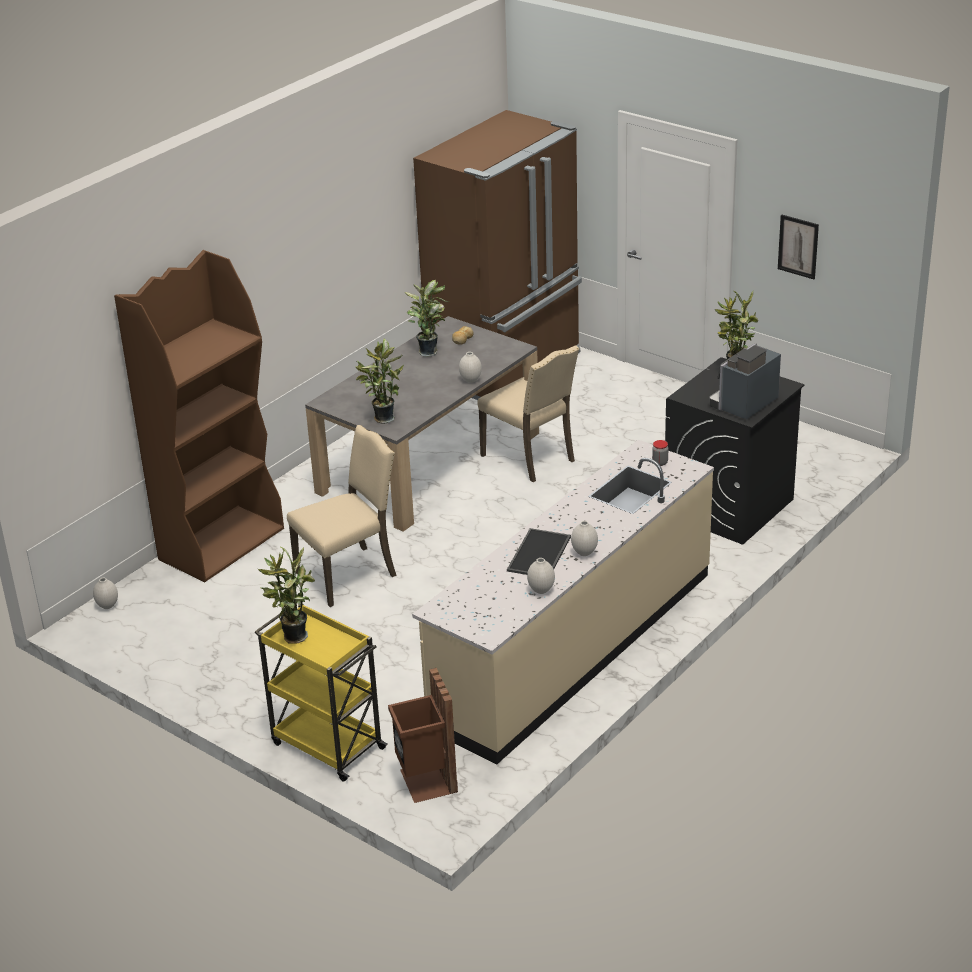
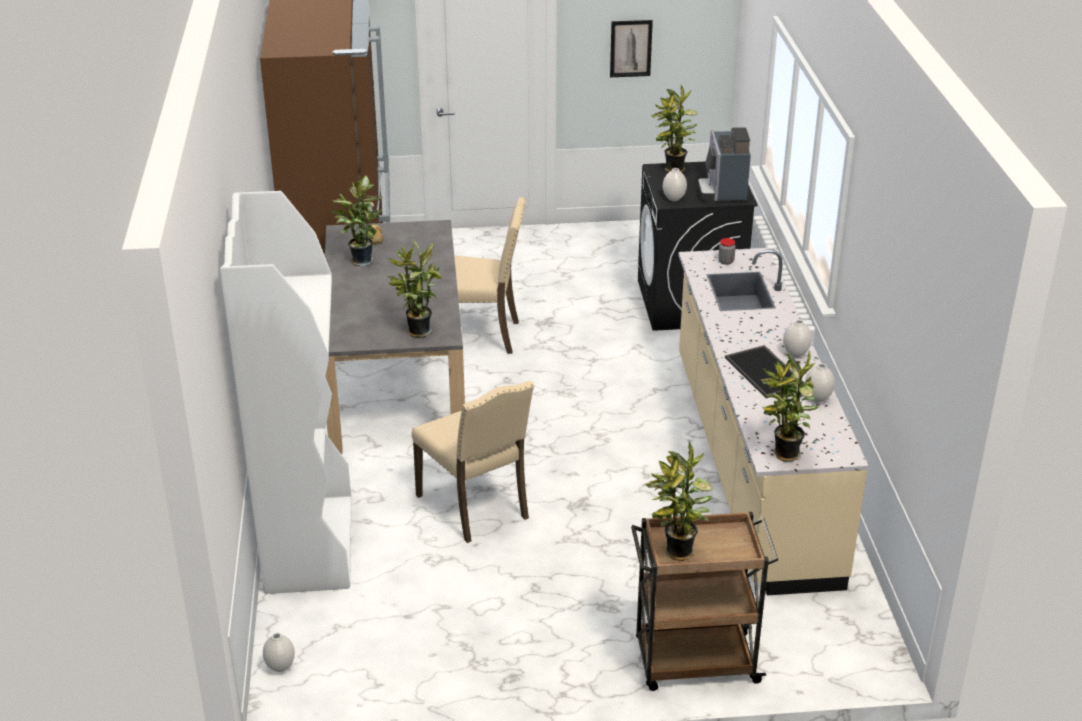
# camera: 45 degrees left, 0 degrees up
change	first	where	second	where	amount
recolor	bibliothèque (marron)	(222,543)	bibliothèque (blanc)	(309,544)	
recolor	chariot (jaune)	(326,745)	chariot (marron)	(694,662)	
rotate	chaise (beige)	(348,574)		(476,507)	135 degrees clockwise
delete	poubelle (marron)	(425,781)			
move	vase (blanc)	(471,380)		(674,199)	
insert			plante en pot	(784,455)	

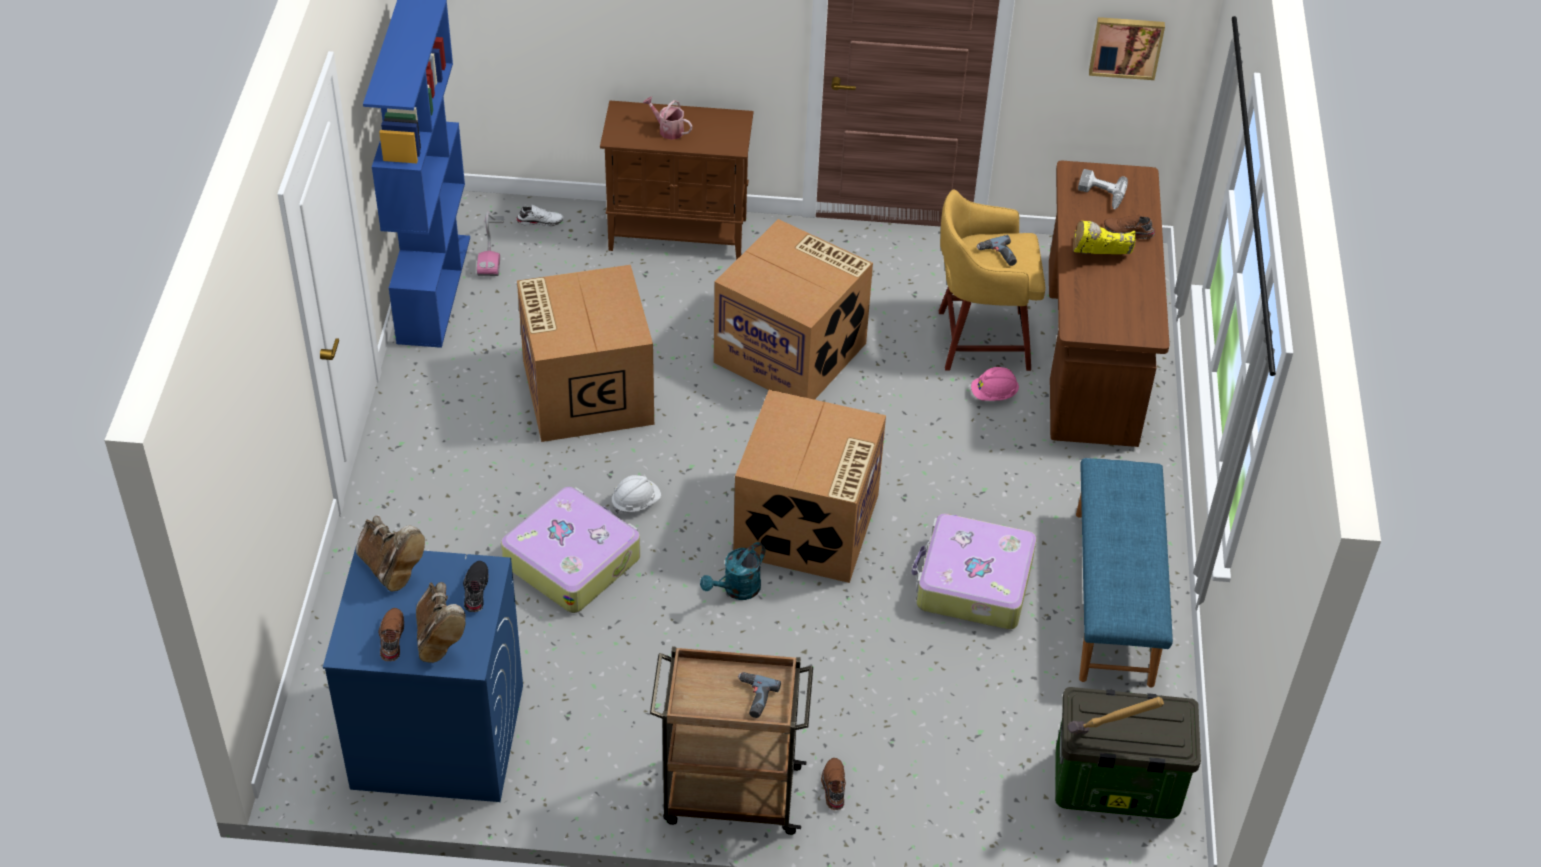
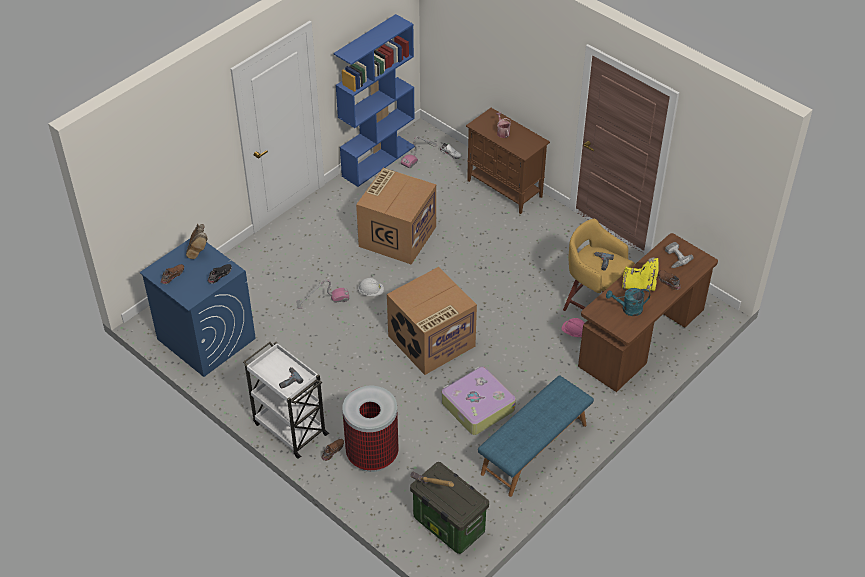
# camera: 40 degrees right, 0 degrees up
change	first	where	second	where	amount
delete	botte (marron)	(438,639)			
replace	valise	(572,560)	aspirateur	(322,301)	
recolor	chariot (marron)	(729,795)	chariot (blanc)	(289,428)	
move	arrosoir (turquoise)	(736,590)		(628,309)	
delete	carton	(792,352)			
rotate	botte (jaune)	(1098,258)		(640,286)	150 degrees clockwise
delete	tableau	(1126,46)			
insert			poubelle	(372,455)	

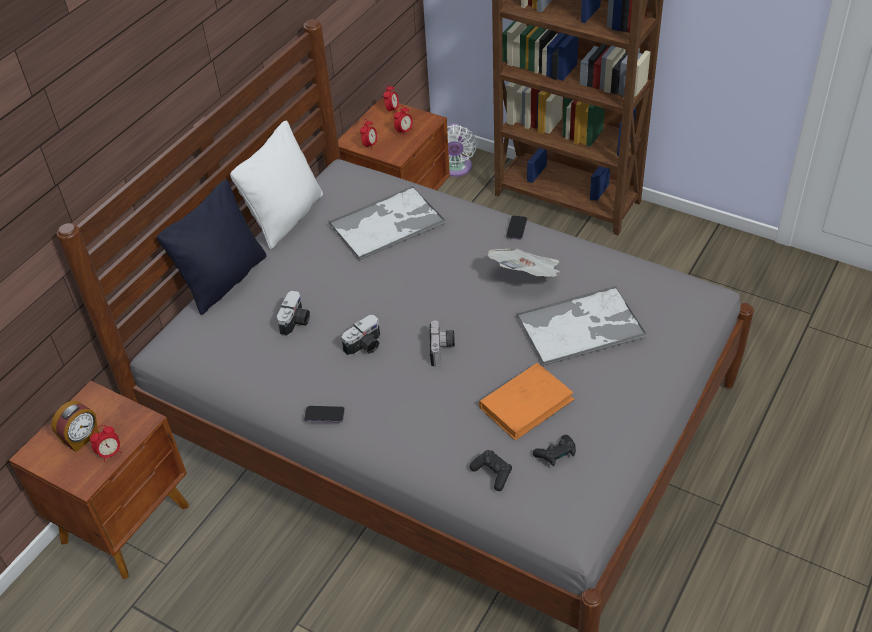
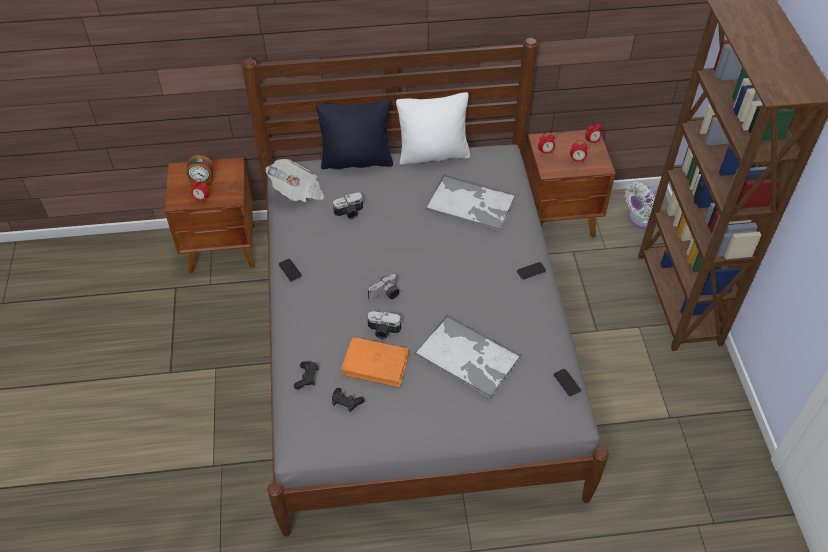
# camera: 50 degrees right, 5 degrees up
change	first	where	second	where	amount
move	appareil photo	(365,346)		(383,331)	
move	journal	(527,276)		(297,192)	
insert			téléphone	(566,383)	

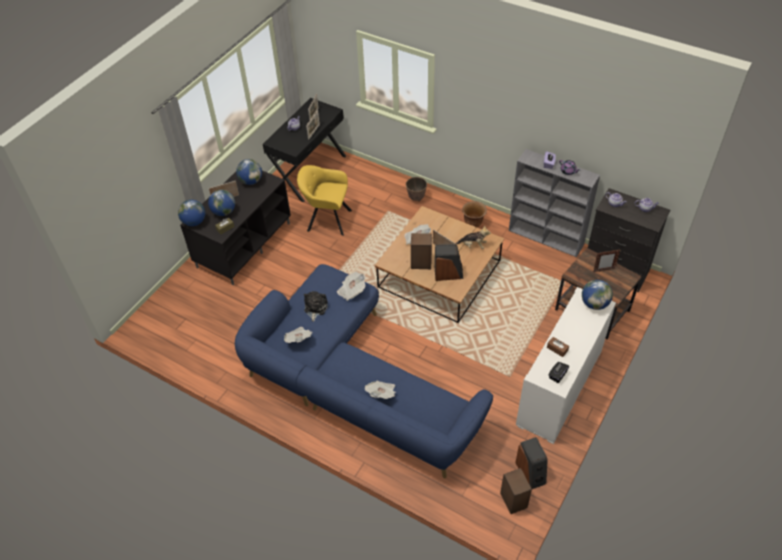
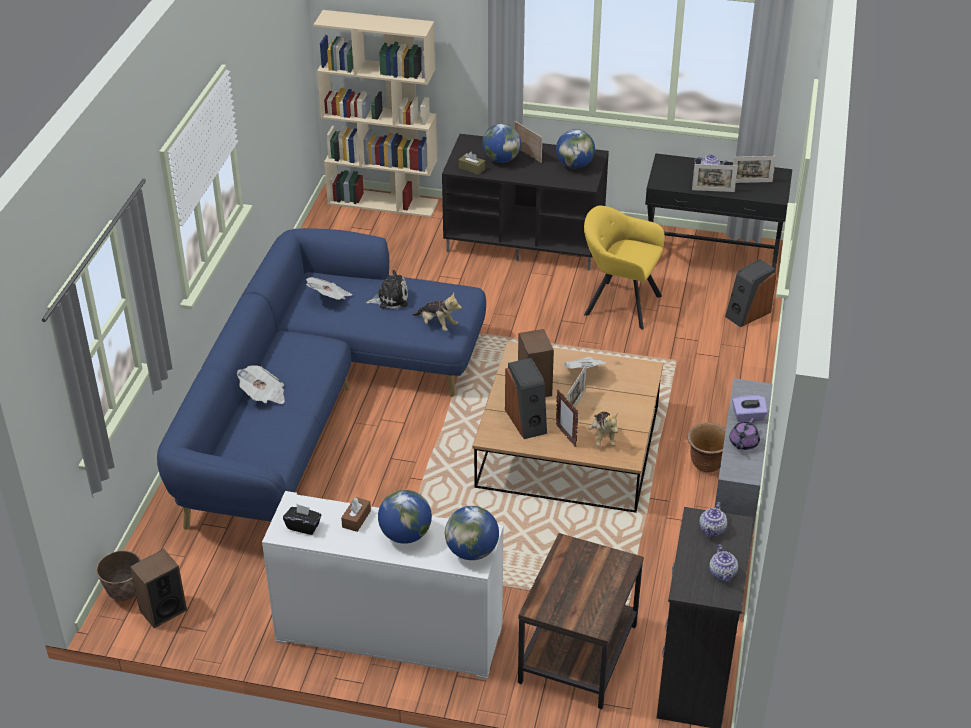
# camera: 70 degrees right, 10 degrees down
change	first	where	second	where	amount
move	globe	(194,222)		(405,535)	
rotate	fauteuil (jaune)	(327,219)		(619,303)	60 degrees counterclockwise
replace	journal	(351,291)	peluche	(437,324)	
move	cache-pot	(416,198)		(125,594)	
move	enceinte	(531,472)		(747,313)	
move	cadre photo	(603,270)		(566,436)	
insert			bibliothèque (beige)	(383,202)	

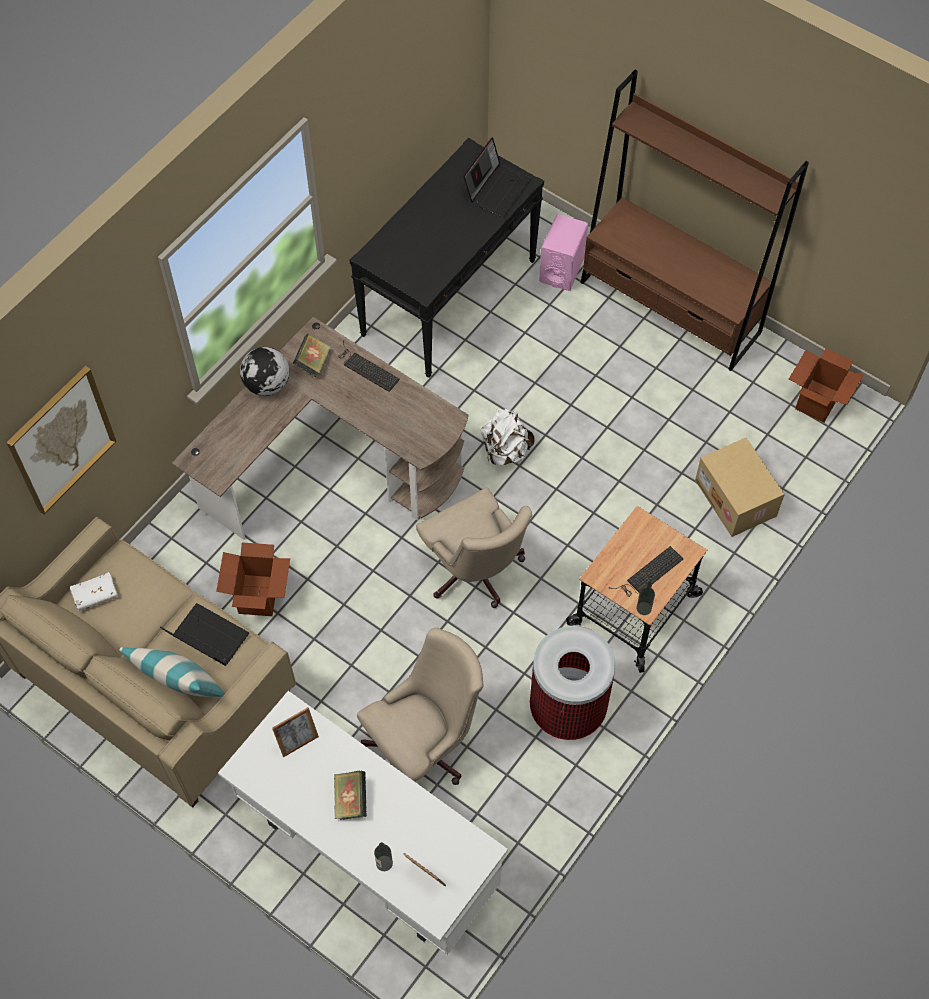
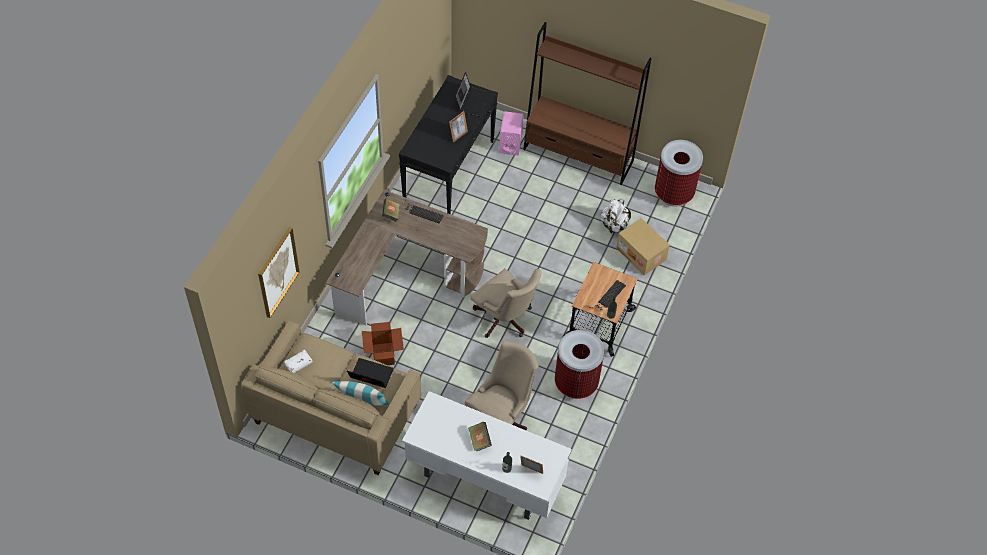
# camera: 15 degrees left, 5 degrees down
change	first	where	second	where	amount
delete	globe	(267,385)			
move	cadre photo	(298,742)		(458,135)	
move	sac à dos (blanc)	(505,451)		(614,225)	
replace	carton	(817,401)	poubelle	(674,193)	

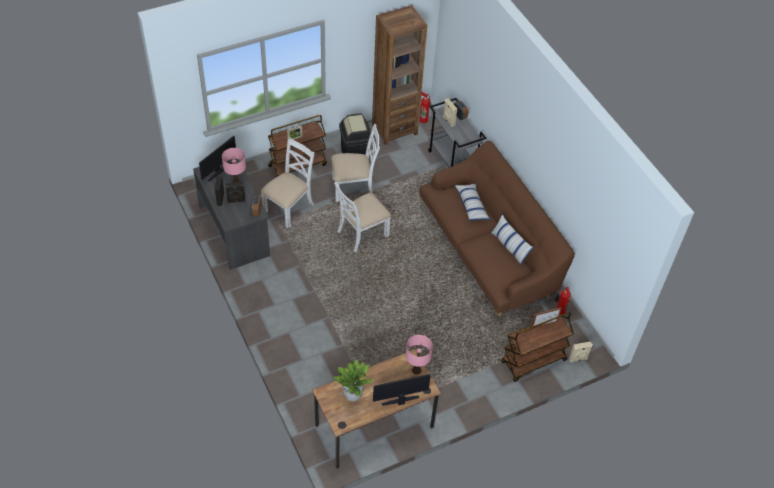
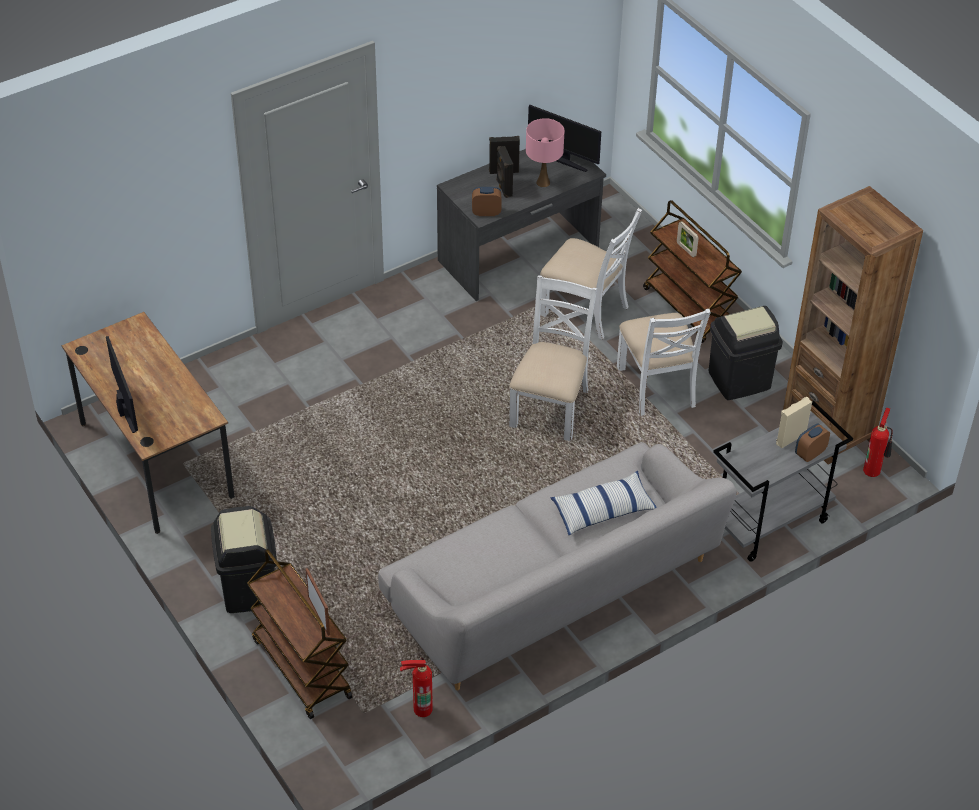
# camera: 85 degrees right, 5 degrees down
change	first	where	second	where	amount
rotate	chaise (blanc)	(362,233)		(550,408)	60 degrees clockwise
delete	plante en pot	(353,396)			
delete	lampe de table (rose)	(416,370)			
recolor	canapé (marron)	(488,250)	canapé (gris)	(554,590)	
delete	coussin	(509,246)			
delete	enceinte (beige)	(578,359)			
insert			poubelle (noir)	(248,589)	

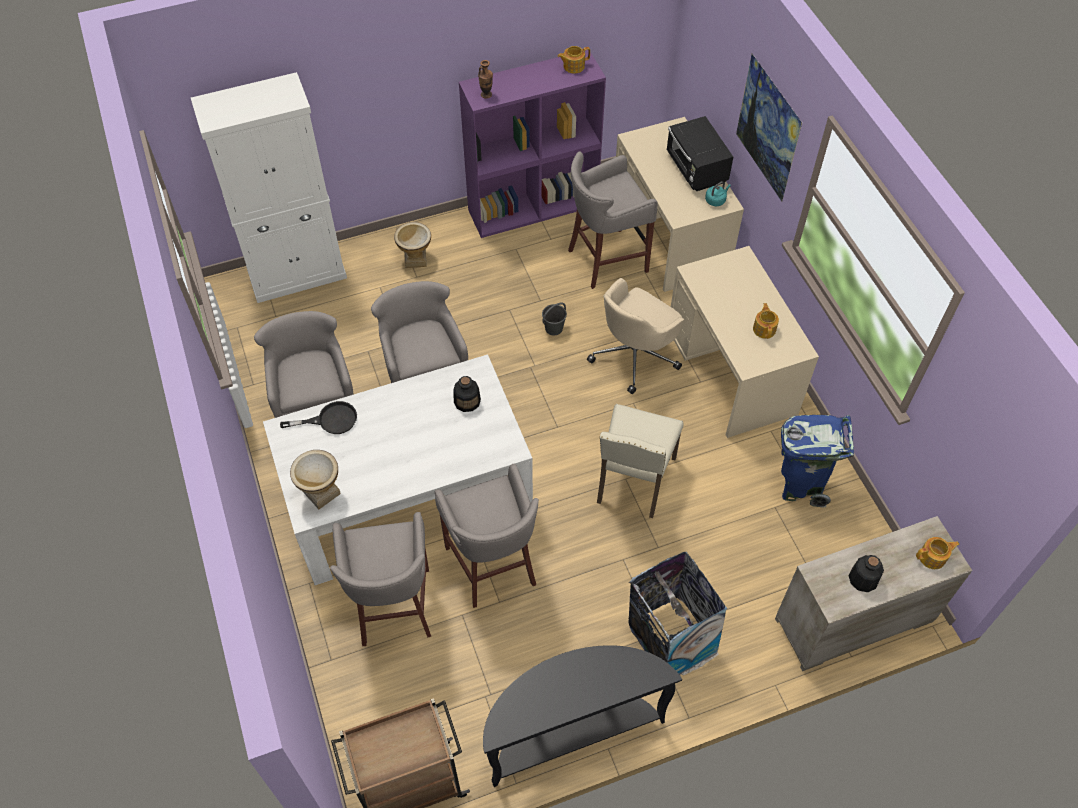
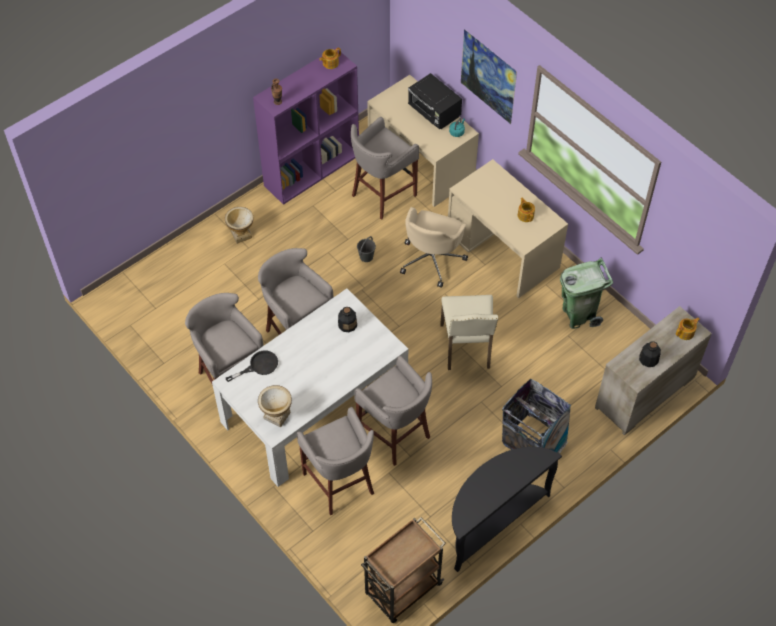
# camera: 20 degrees left, 0 degrees up
change	first	where	second	where	amount
delete	meuble de rangement (blanc)	(297,274)			
recolor	poubelle (bleu)	(800,484)	poubelle (vert)	(578,314)	

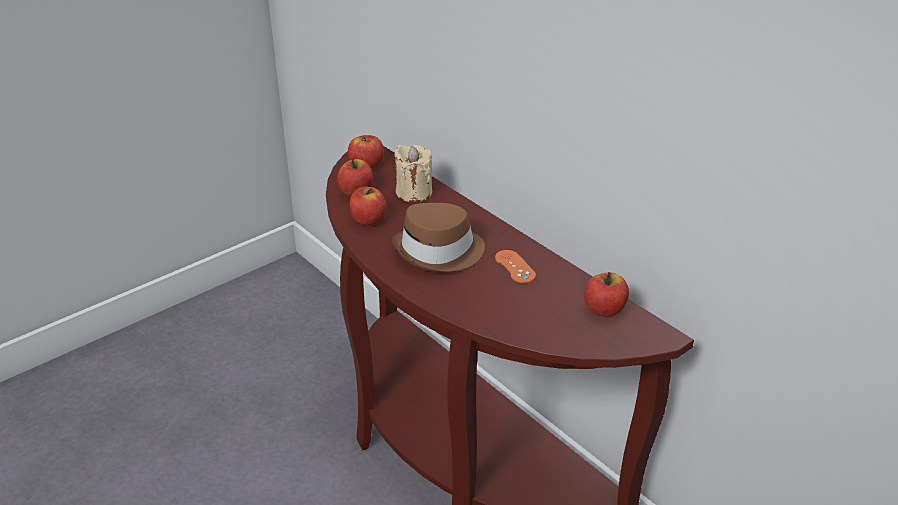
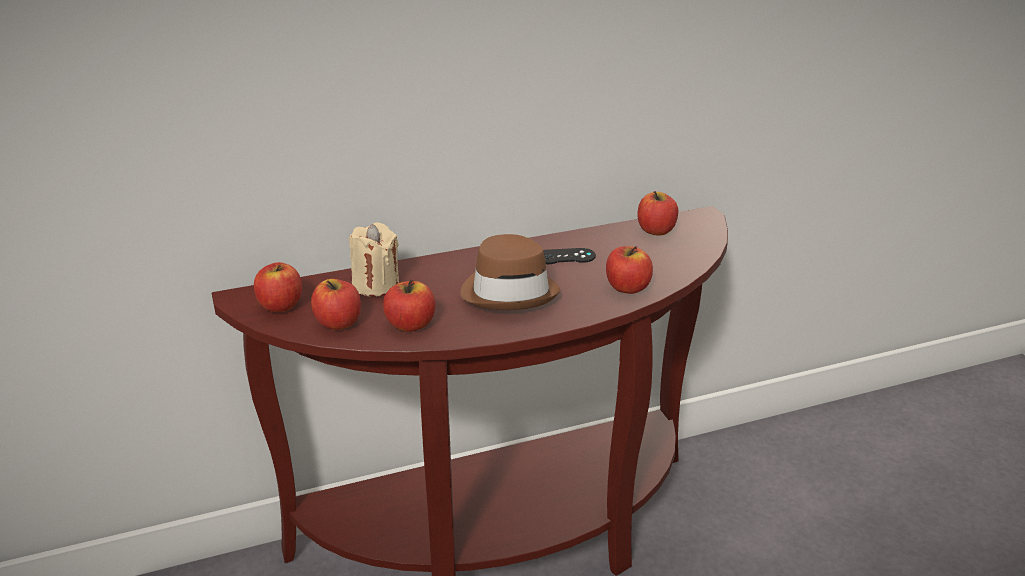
# camera: 70 degrees left, 5 degrees down
change	first	where	second	where	amount
recolor	manette (orange)	(515,267)	manette (noir)	(564,257)	
insert			pomme	(627,287)	

